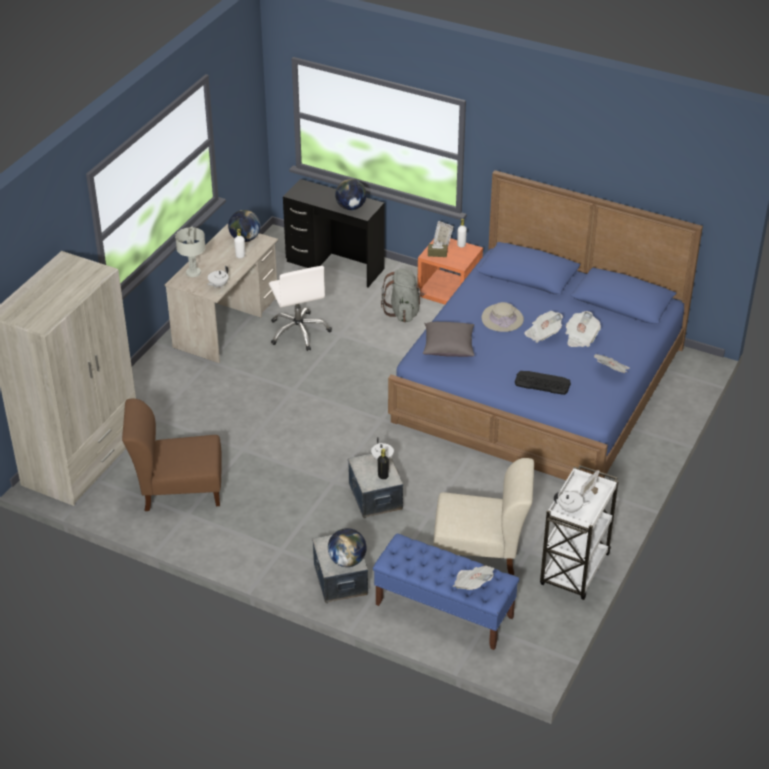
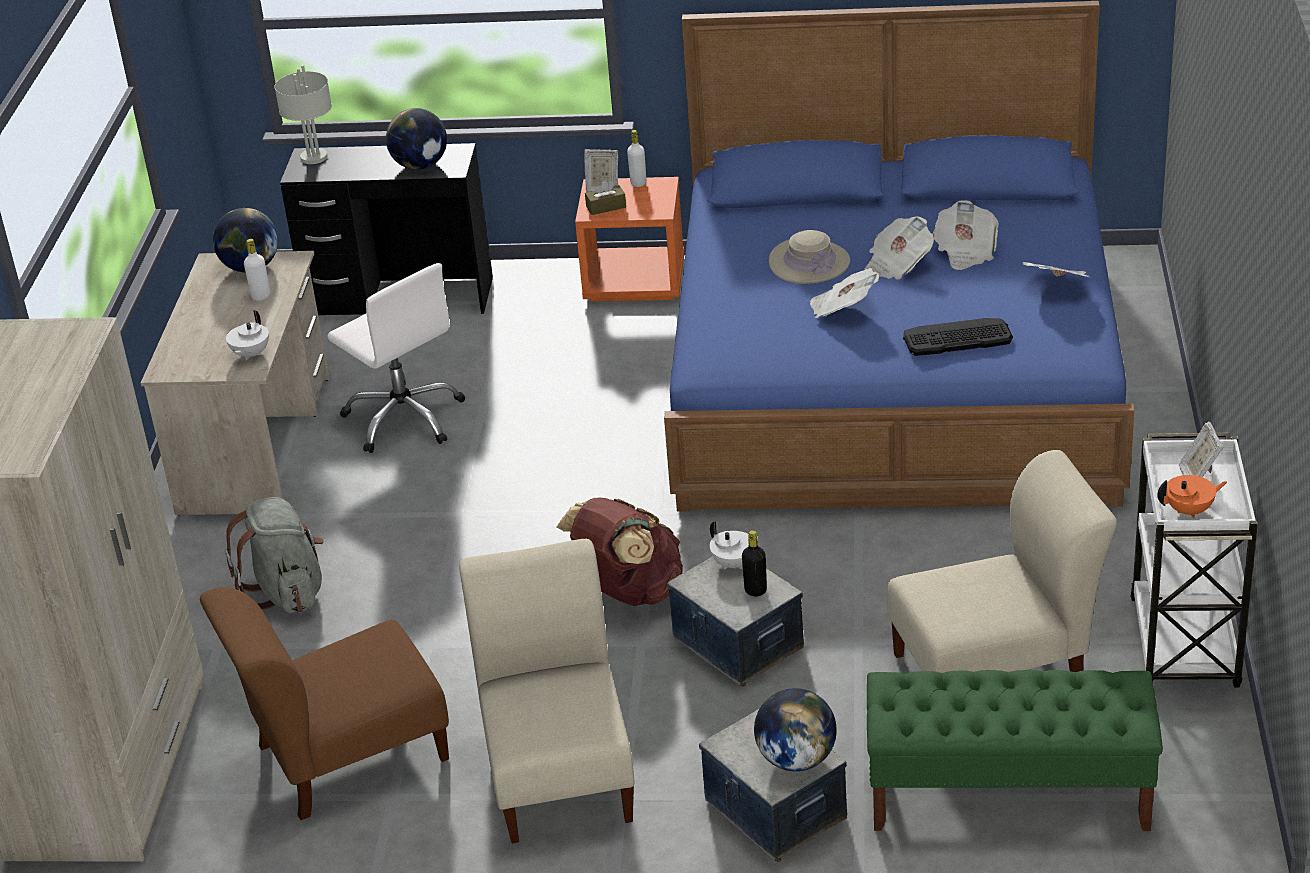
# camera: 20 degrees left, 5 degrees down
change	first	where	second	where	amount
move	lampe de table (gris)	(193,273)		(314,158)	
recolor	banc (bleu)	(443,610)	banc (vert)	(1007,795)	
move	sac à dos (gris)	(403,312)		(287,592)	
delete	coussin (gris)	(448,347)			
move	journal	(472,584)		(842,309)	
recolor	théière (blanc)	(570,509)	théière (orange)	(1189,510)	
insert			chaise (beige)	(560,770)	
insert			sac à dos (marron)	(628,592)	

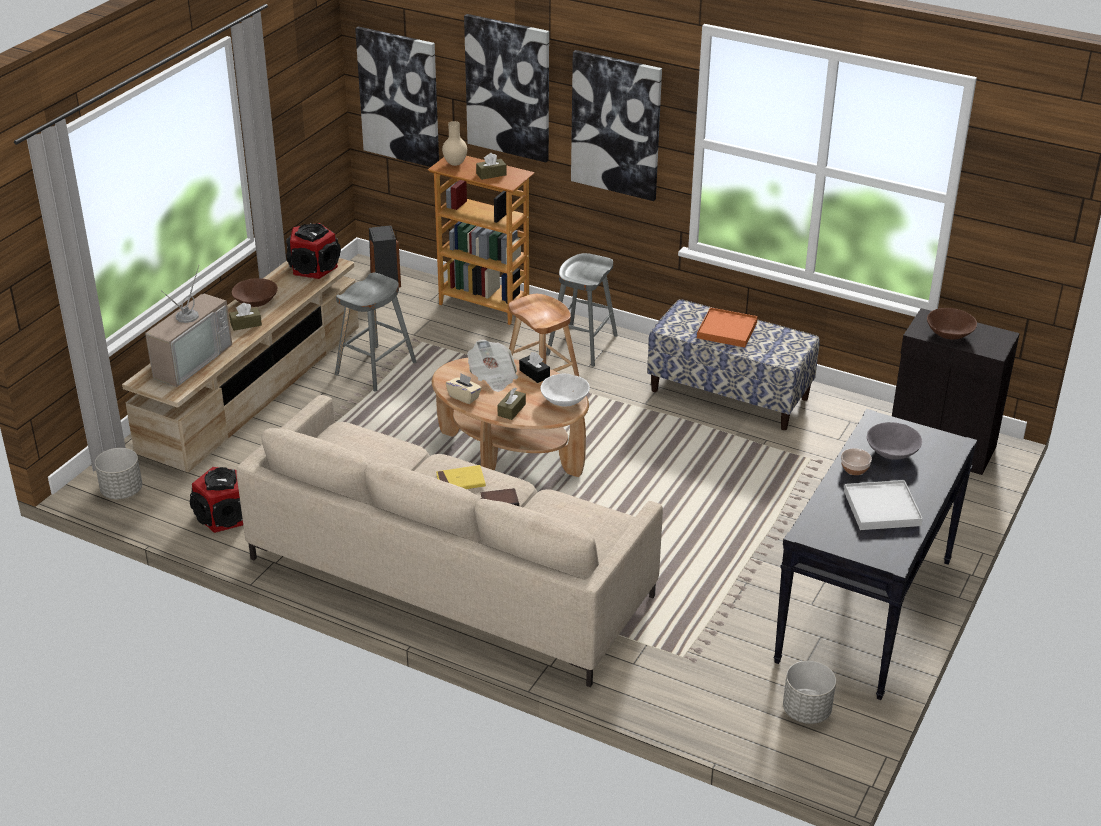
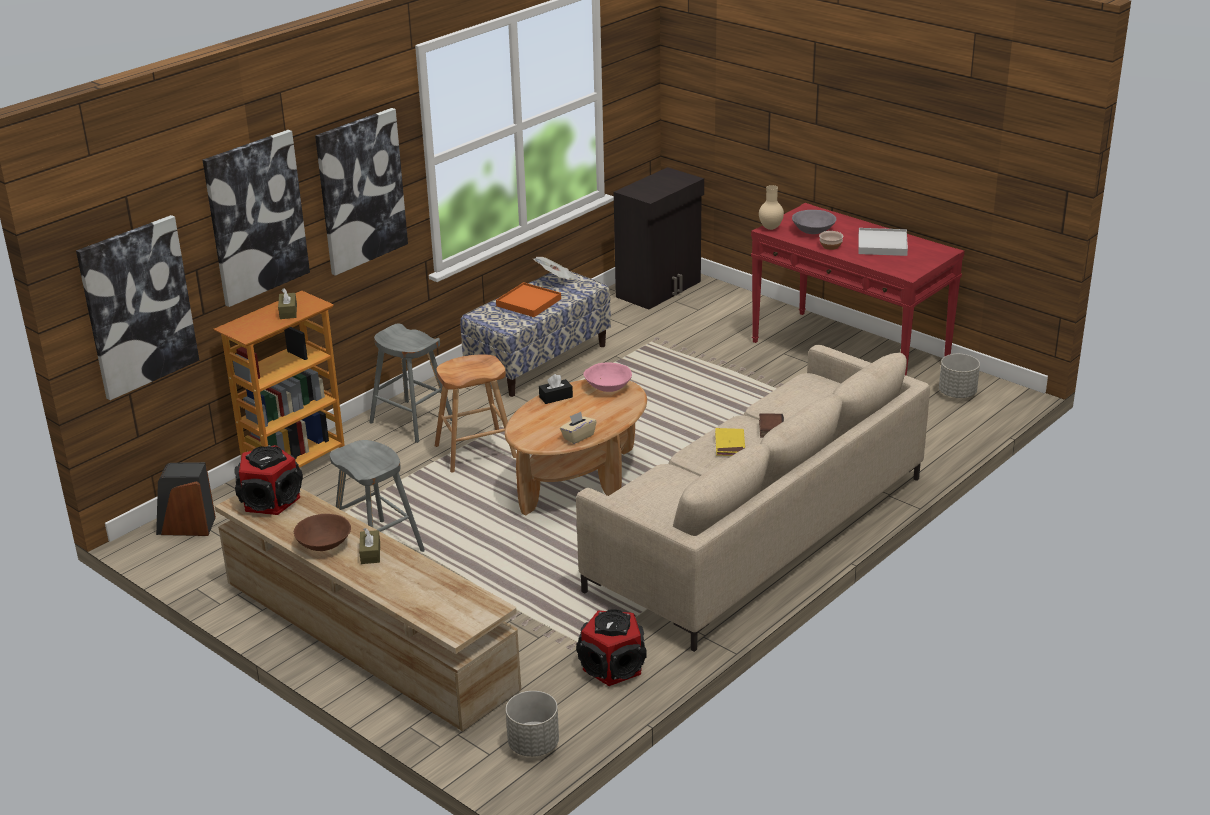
# camera: 75 degrees left, 5 degrees down
change	first	where	second	where	amount
delete	téléviseur	(189,359)			
move	vase (beige)	(455,164)		(770,228)	
move	journal	(493,377)		(557,280)	
delete	boîte à mouchoirs (marron)	(511,410)			
recolor	bol (blanc)	(564,400)	bol (rose)	(608,387)	
recolor	table console (noir)	(865,611)	table console (rouge)	(850,353)	
delete	bol (marron)	(949,334)			

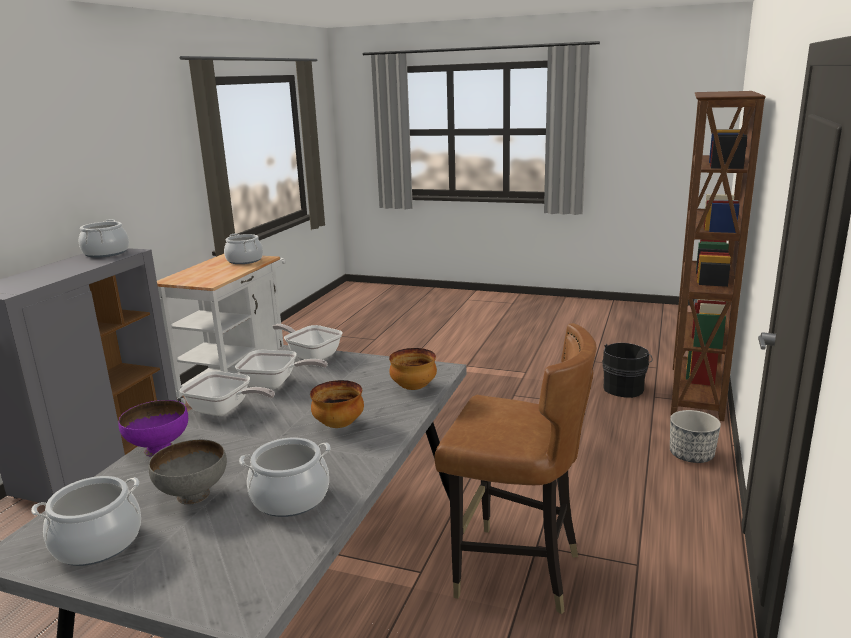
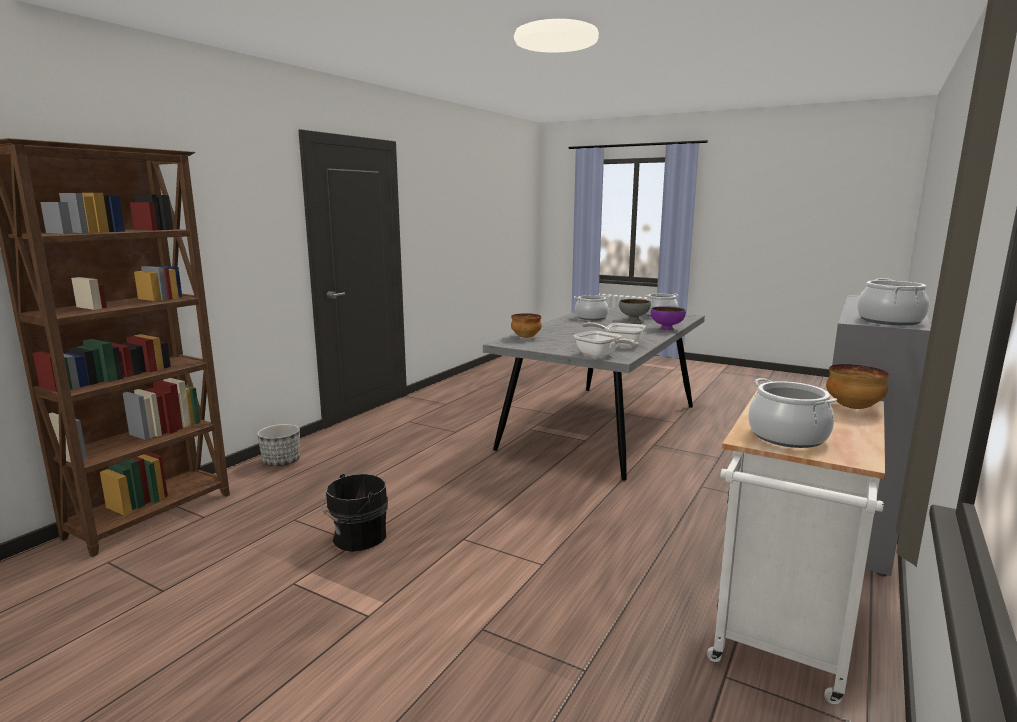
# camera: 170 degrees left, 5 degrees down
change	first	where	second	where	amount
delete	poêle	(225,410)			
move	bol	(339,424)		(853,408)	
delete	chaise (marron)	(515,571)			
move	seau (noir)	(624,388)		(357,537)	

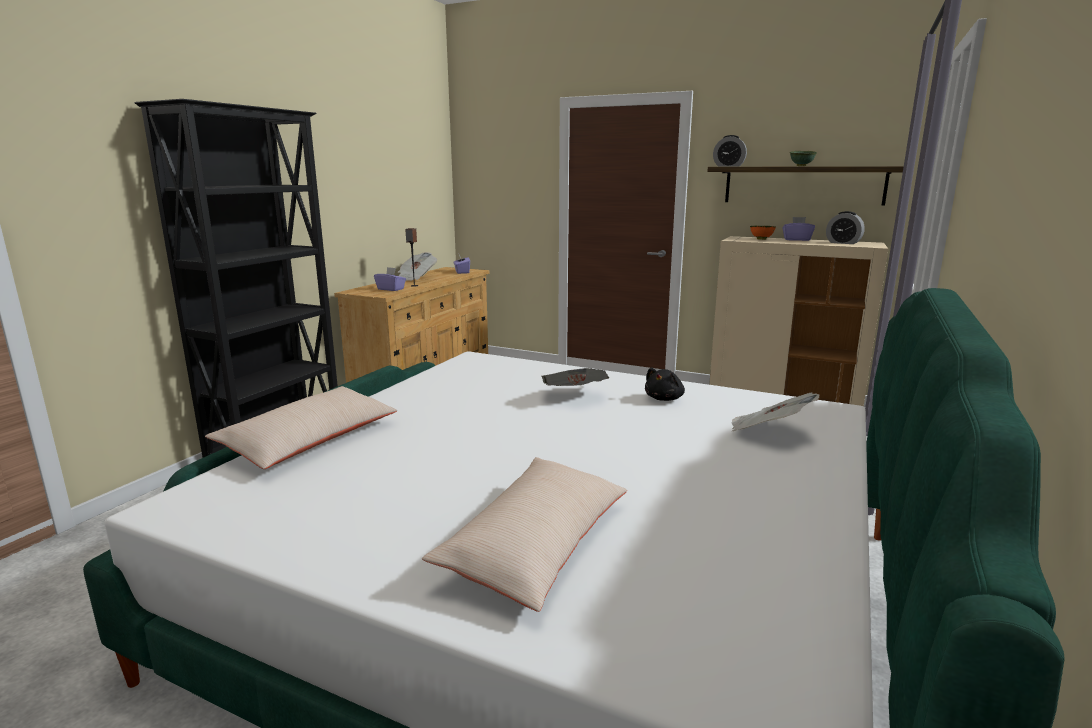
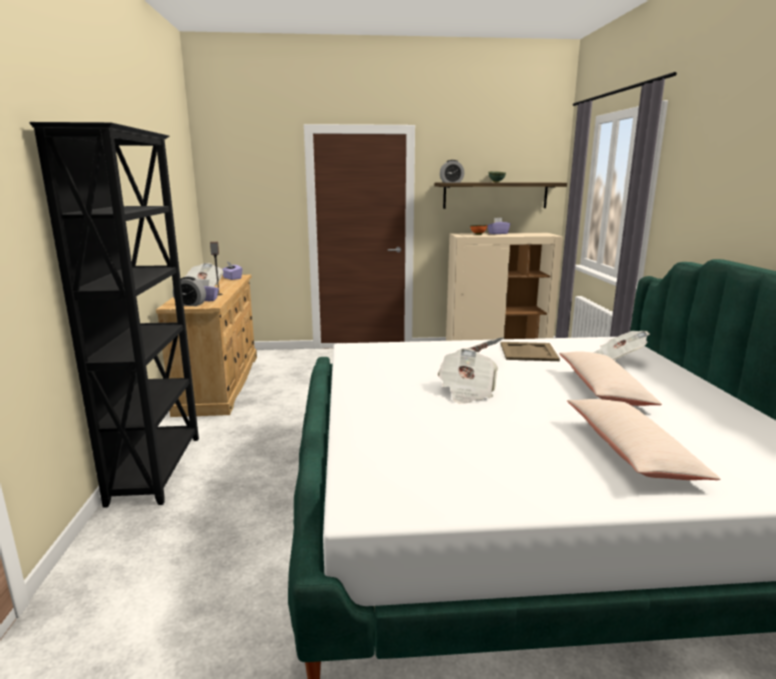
# camera: 30 degrees left, 0 degrees up
change	first	where	second	where	amount
move	coussin (beige)	(310,441)		(603,389)	
replace	peluche (noir)	(664,398)	plateau (beige)	(529,352)	
move	réveil	(843,243)		(190,304)	
insert			journal	(466,391)	

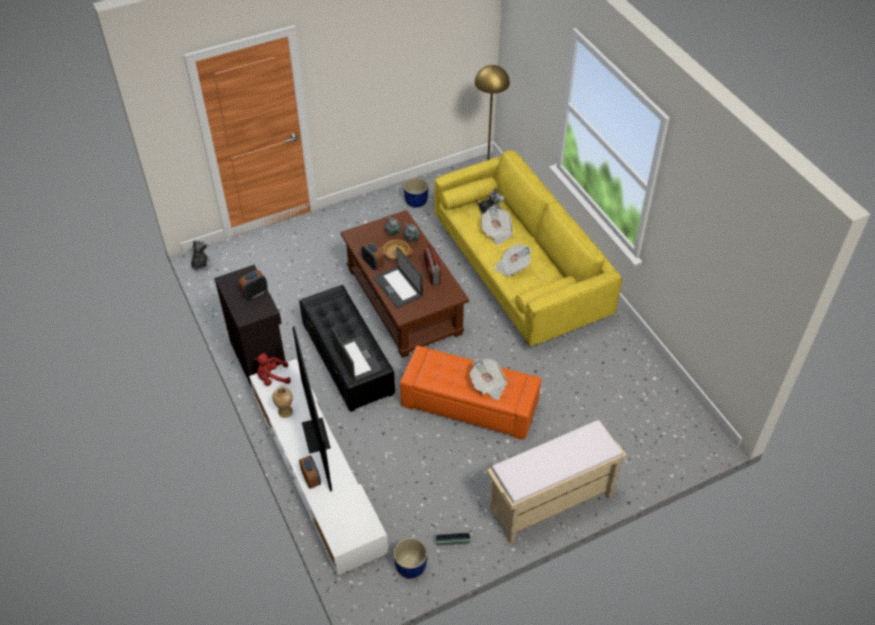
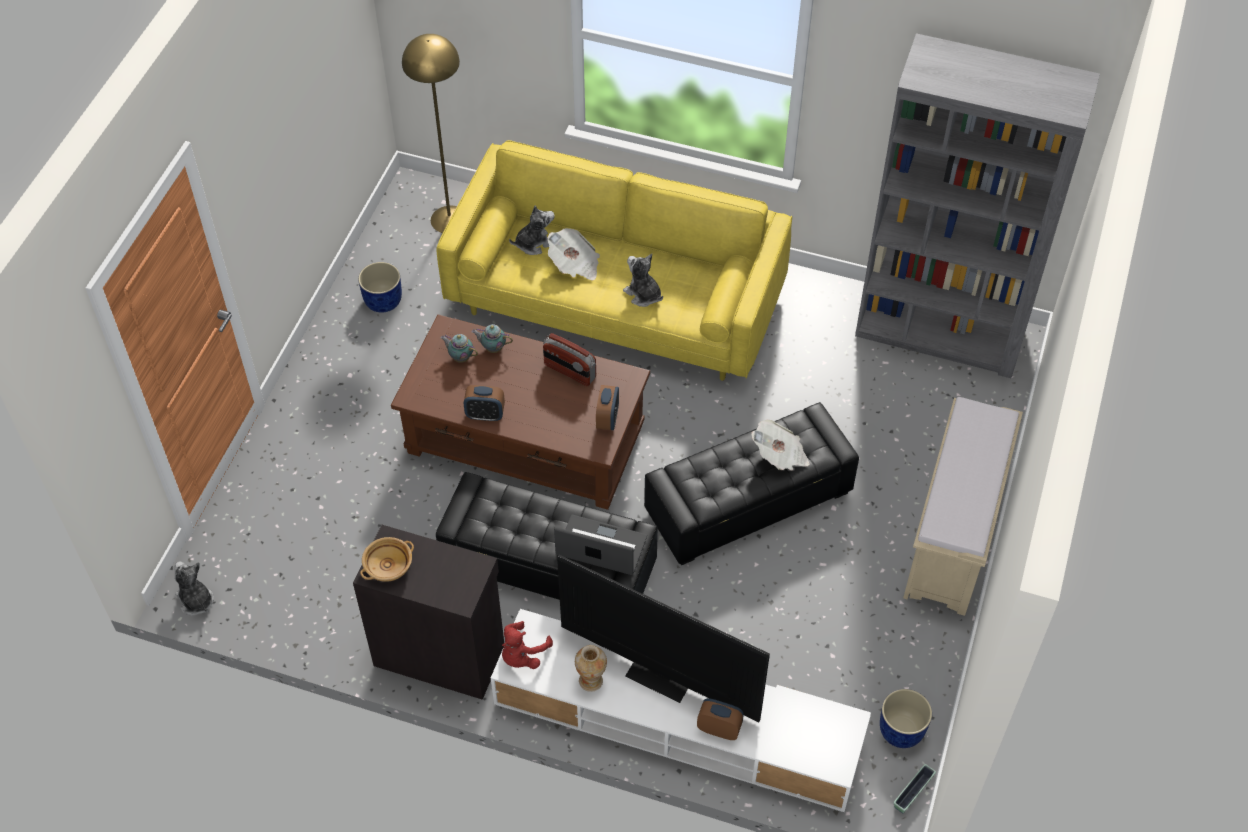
# camera: 45 degrees left, 5 degrees up
change	first	where	second	where	amount
move	réveil	(255,293)		(607,419)	
delete	ordinateur portable	(398,287)			
move	bol (beige)	(396,255)		(388,567)	
recolor	pouf (orange)	(469,405)	pouf (noir)	(748,502)	
move	cache-pot	(452,541)		(913,792)	
replace	journal	(512,267)	peluche	(643,294)	
insert			bibliothèque (gris)	(940,332)	

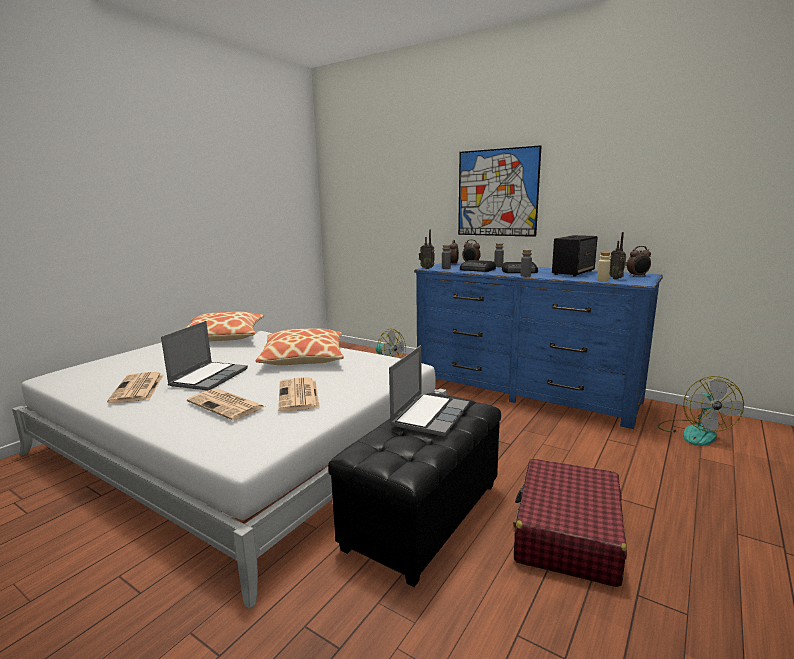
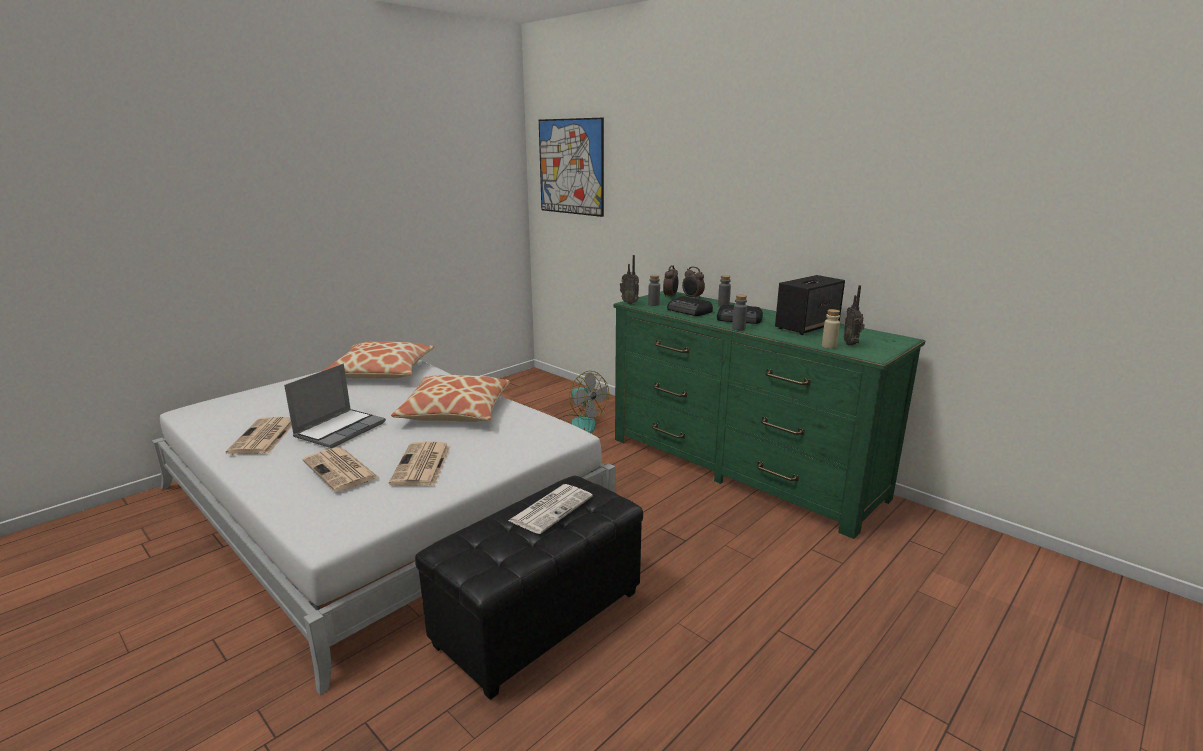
# camera: 10 degrees right, 5 degrees up
change	first	where	second	where	amount
replace	ordinateur portable	(430,415)	journal	(551,508)	
recolor	commode (bleu)	(523,390)	commode (vert)	(741,467)	
move	tableau	(497,193)		(571,167)	
delete	valise (rouge)	(567,533)			
delete	réveil	(637,276)			
delete	ventilateur	(694,432)			

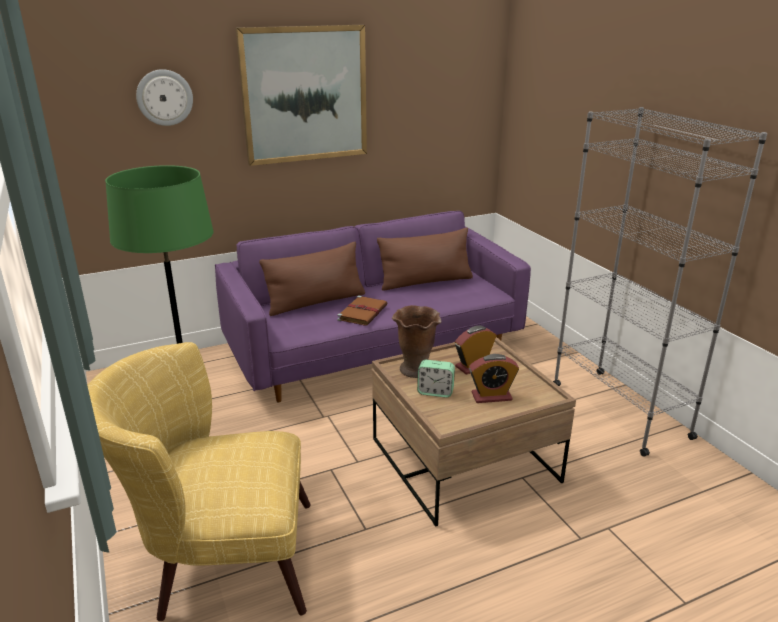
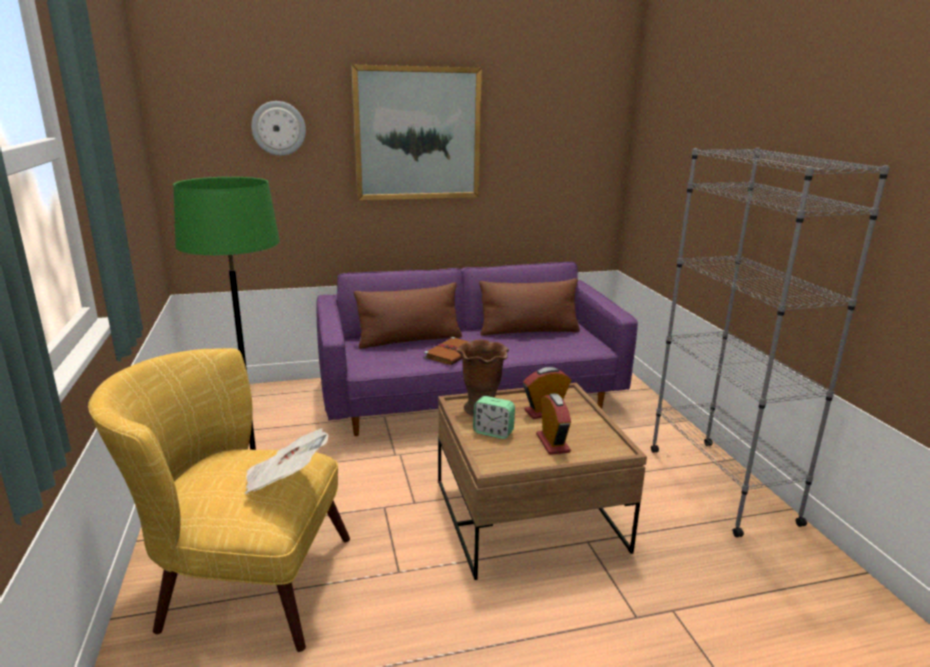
# camera: 10 degrees right, 5 degrees down
change	first	where	second	where	amount
rotate	réveil	(491,396)		(552,443)	105 degrees counterclockwise
insert			journal	(285,480)	

